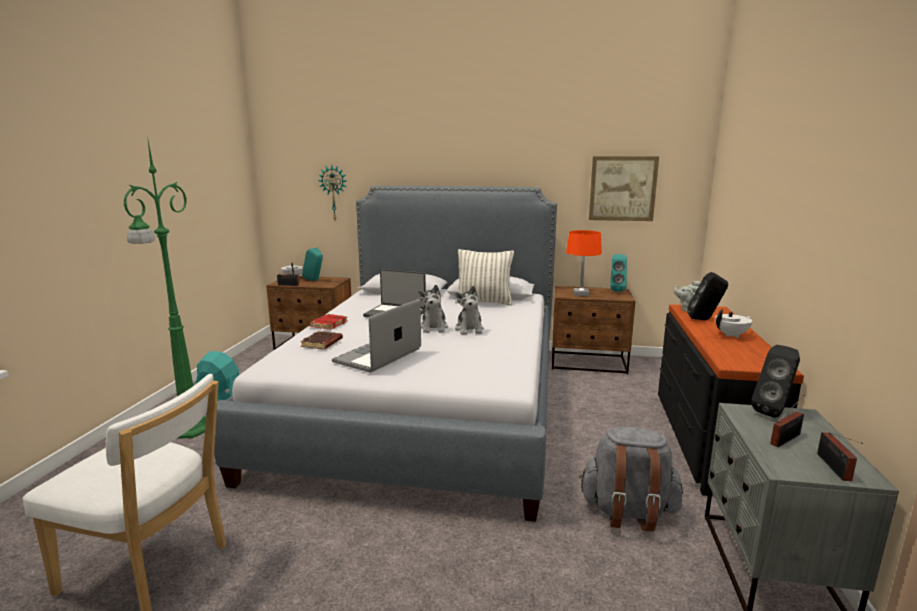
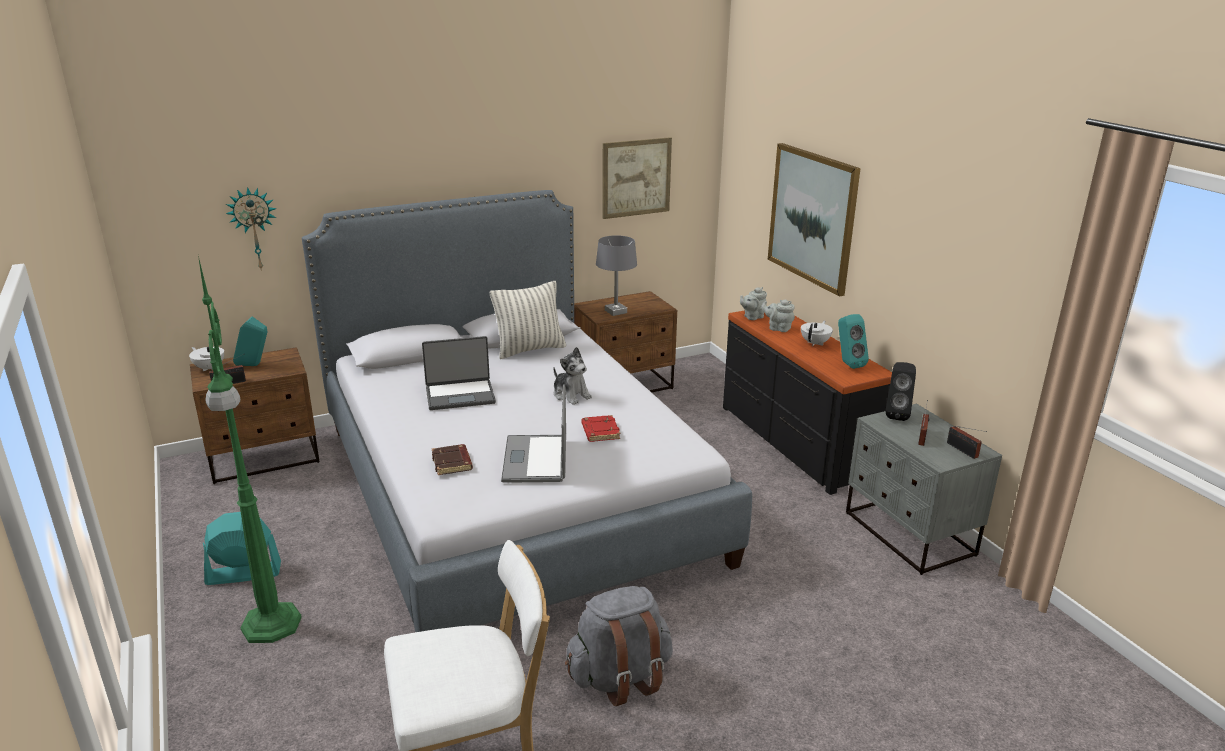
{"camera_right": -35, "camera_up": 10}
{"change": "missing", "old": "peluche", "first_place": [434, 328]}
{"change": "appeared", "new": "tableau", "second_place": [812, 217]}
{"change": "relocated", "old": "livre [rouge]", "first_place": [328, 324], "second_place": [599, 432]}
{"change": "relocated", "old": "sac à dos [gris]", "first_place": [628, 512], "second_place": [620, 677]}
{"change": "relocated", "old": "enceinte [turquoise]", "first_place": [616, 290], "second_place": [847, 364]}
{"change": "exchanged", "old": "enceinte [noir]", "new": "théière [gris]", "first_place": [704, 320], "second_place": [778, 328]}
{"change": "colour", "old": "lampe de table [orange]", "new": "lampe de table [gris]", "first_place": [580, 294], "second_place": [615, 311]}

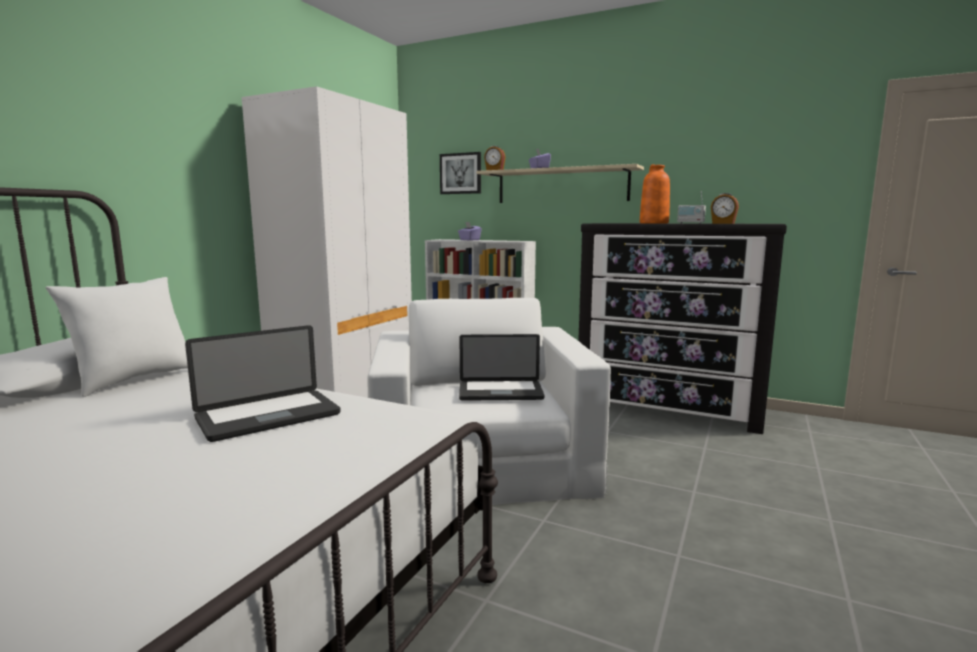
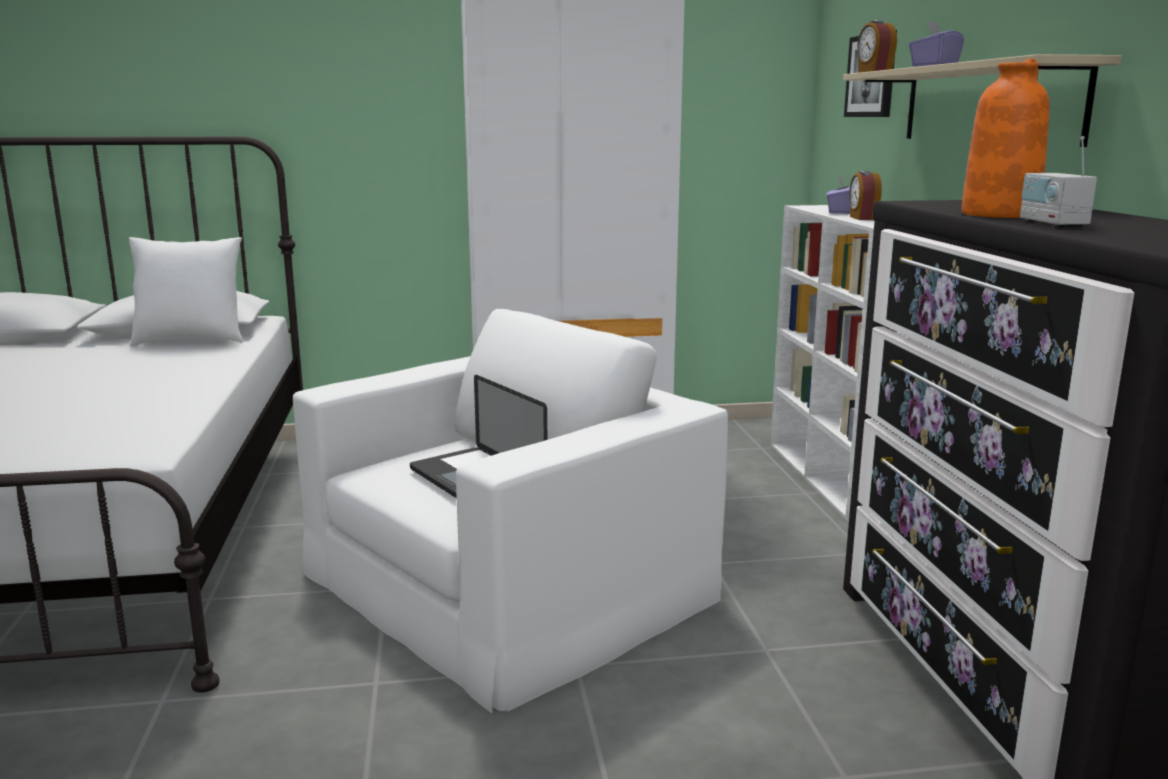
{"camera_right": 55, "camera_up": 5}
{"change": "missing", "old": "ordinateur portable", "first_place": [268, 416]}
{"change": "relocated", "old": "réveil", "first_place": [723, 223], "second_place": [862, 218]}

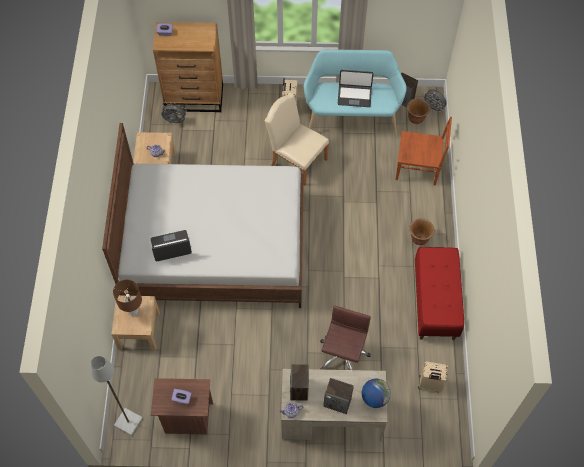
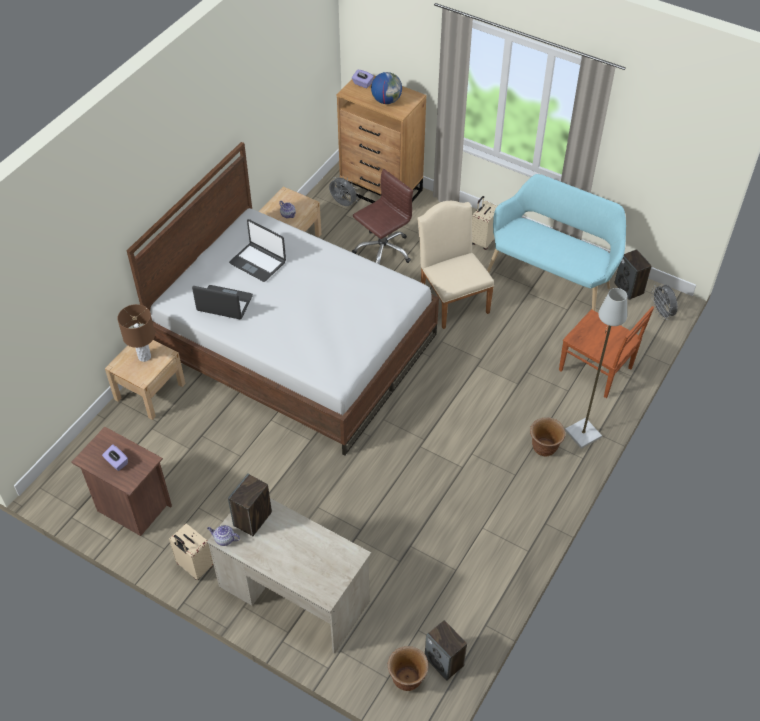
{"camera_right": 30, "camera_up": -10}
{"change": "missing", "old": "banc [rouge]", "first_place": [435, 302]}
{"change": "relocated", "old": "lampadaire [gris]", "first_place": [128, 422], "second_place": [582, 434]}
{"change": "relocated", "old": "chaise de bureau [marron]", "first_place": [342, 355], "second_place": [382, 251]}
{"change": "relocated", "old": "enceinte", "first_place": [337, 402], "second_place": [444, 661]}
{"change": "relocated", "old": "ordinateur portable", "first_place": [354, 96], "second_place": [258, 262]}
{"change": "relocated", "old": "globe", "first_place": [374, 397], "second_place": [386, 100]}
{"change": "relocated", "old": "cache-pot [marron]", "first_place": [416, 118], "second_place": [407, 678]}
{"change": "relocated", "old": "valise [beige]", "first_place": [430, 384], "second_place": [194, 566]}

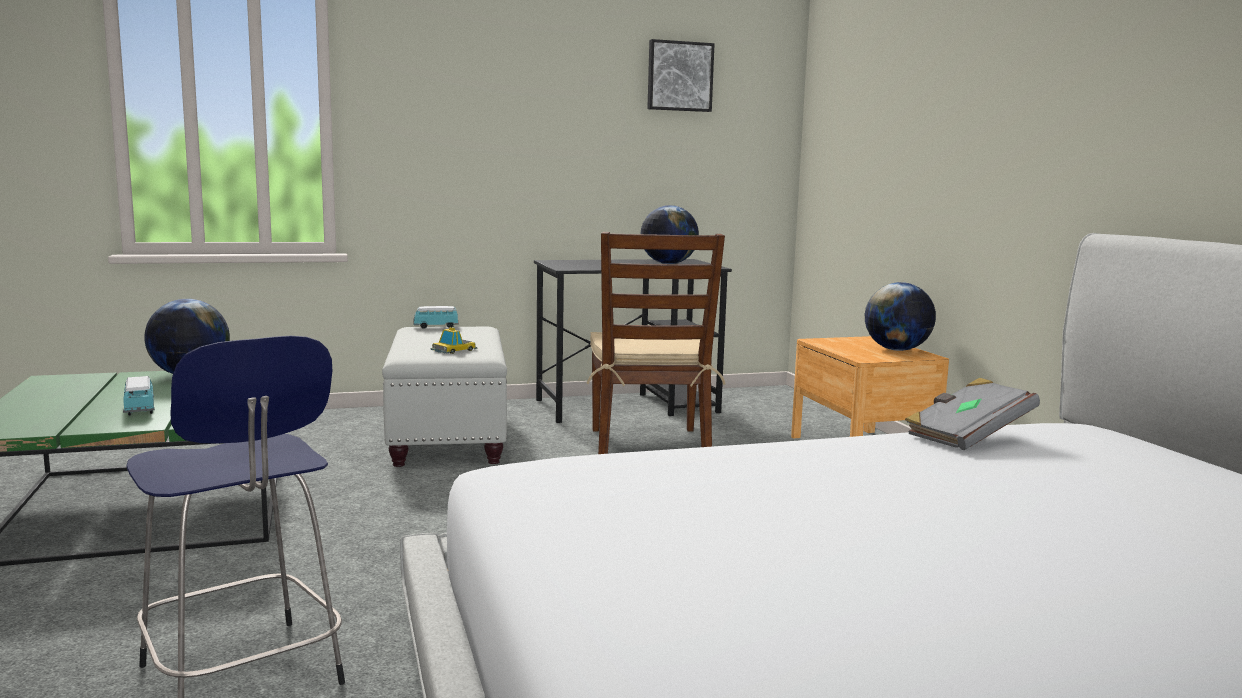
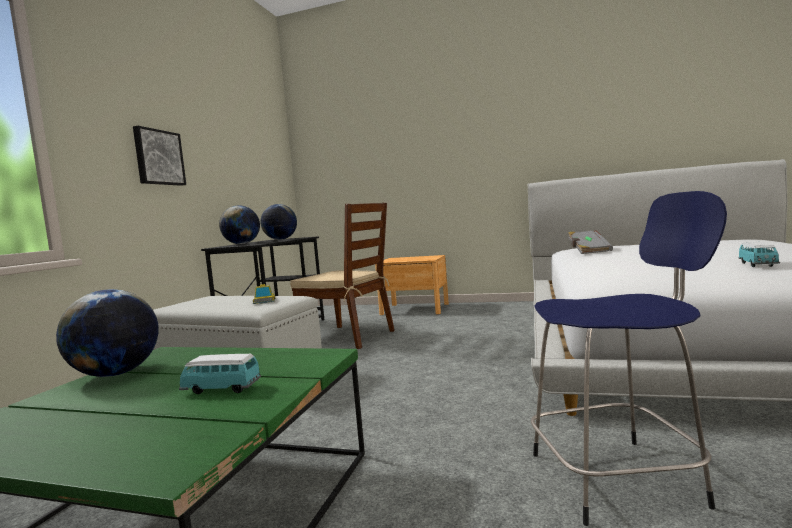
{"camera_right": -55, "camera_up": -5}
{"change": "relocated", "old": "petite voiture", "first_place": [435, 327], "second_place": [758, 265]}
{"change": "relocated", "old": "tableau", "first_place": [679, 76], "second_place": [158, 157]}
{"change": "relocated", "old": "globe", "first_place": [897, 350], "second_place": [242, 244]}

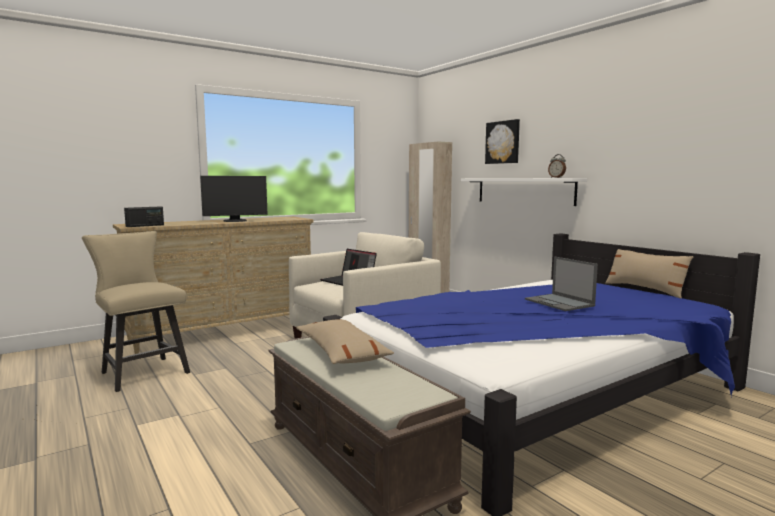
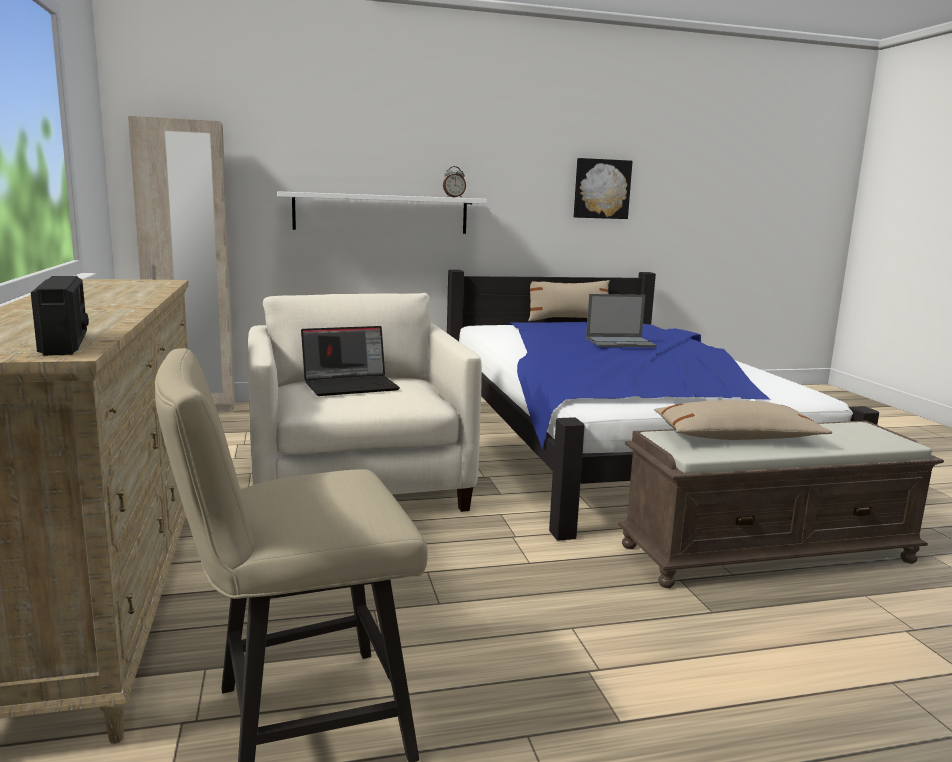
{"camera_right": -70, "camera_up": 5}
{"change": "missing", "old": "écran d'ordinateur", "first_place": [235, 221]}
{"change": "relocated", "old": "tableau", "first_place": [503, 142], "second_place": [601, 189]}

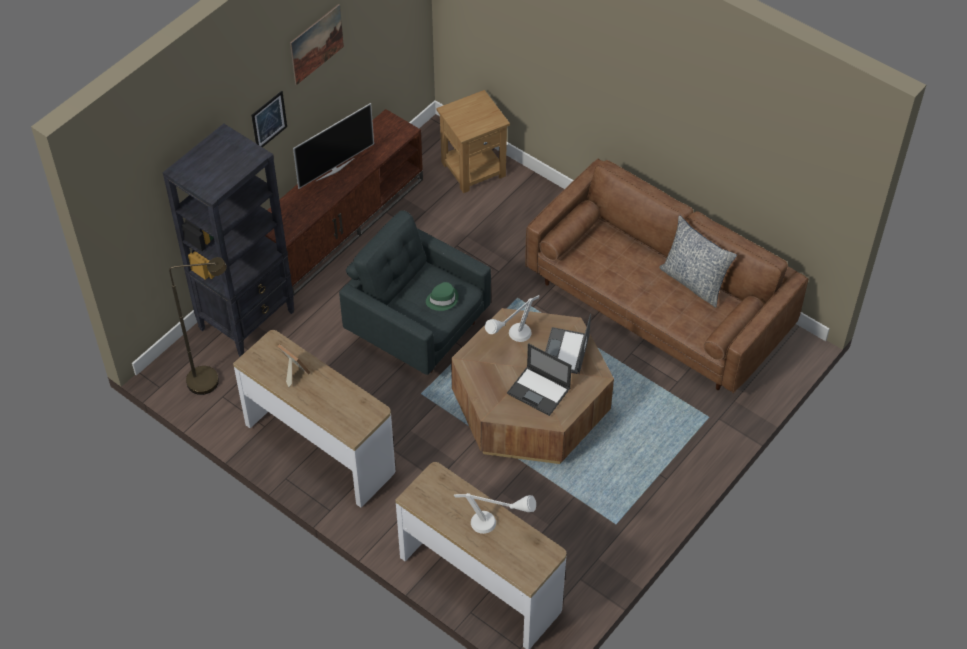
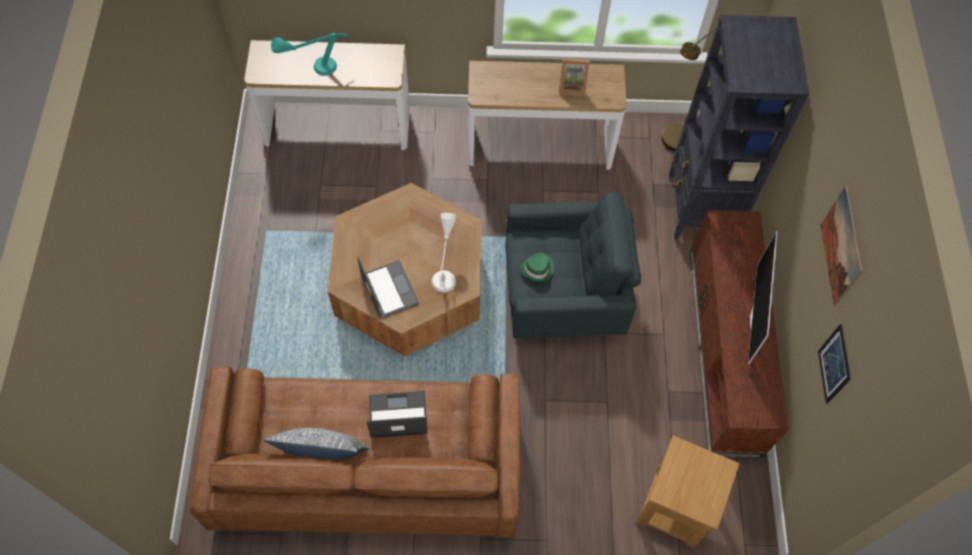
{"camera_right": 140, "camera_up": 10}
{"change": "relocated", "old": "tableau", "first_place": [269, 120], "second_place": [834, 364]}
{"change": "relocated", "old": "ordinateur portable", "first_place": [539, 391], "second_place": [397, 415]}
{"change": "colour", "old": "lampe de table [blanc]", "new": "lampe de table [turquoise]", "first_place": [496, 525], "second_place": [313, 69]}

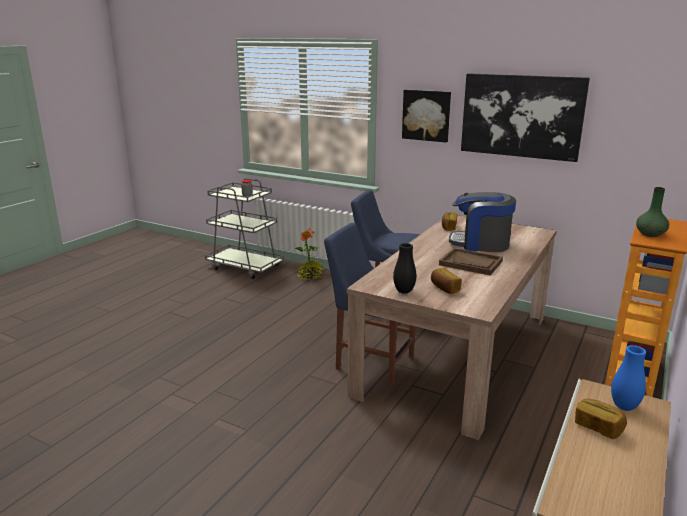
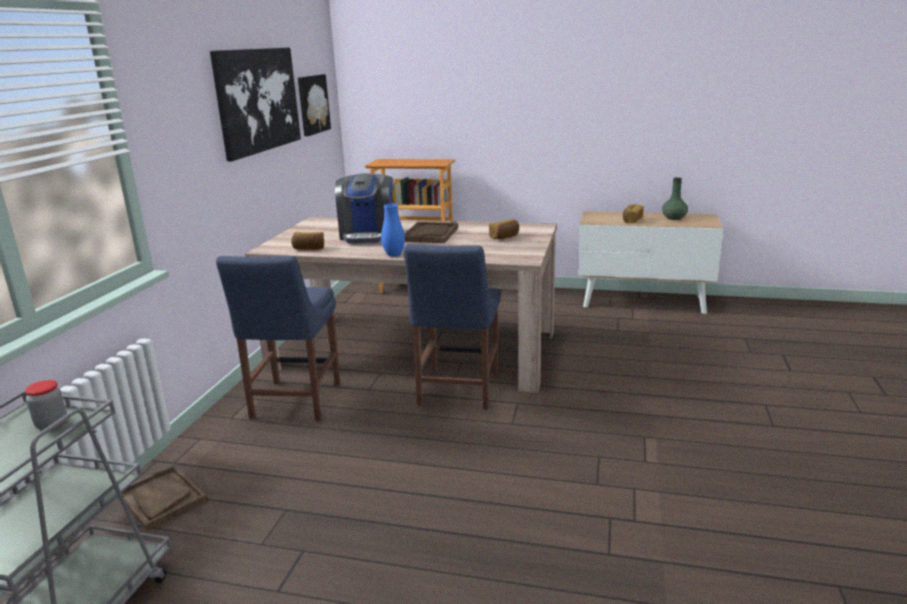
{"camera_right": -105, "camera_up": 0}
{"change": "missing", "old": "vase [noir]", "first_place": [404, 291]}
{"change": "relocated", "old": "tableau", "first_place": [426, 115], "second_place": [312, 104]}
{"change": "relocated", "old": "vase [bleu]", "first_place": [624, 407], "second_place": [394, 255]}
{"change": "relocated", "old": "vase [vert]", "first_place": [650, 234], "second_place": [673, 218]}
{"change": "exchanged", "old": "plante en pot", "new": "plateau [marron]", "first_place": [310, 276], "second_place": [161, 499]}

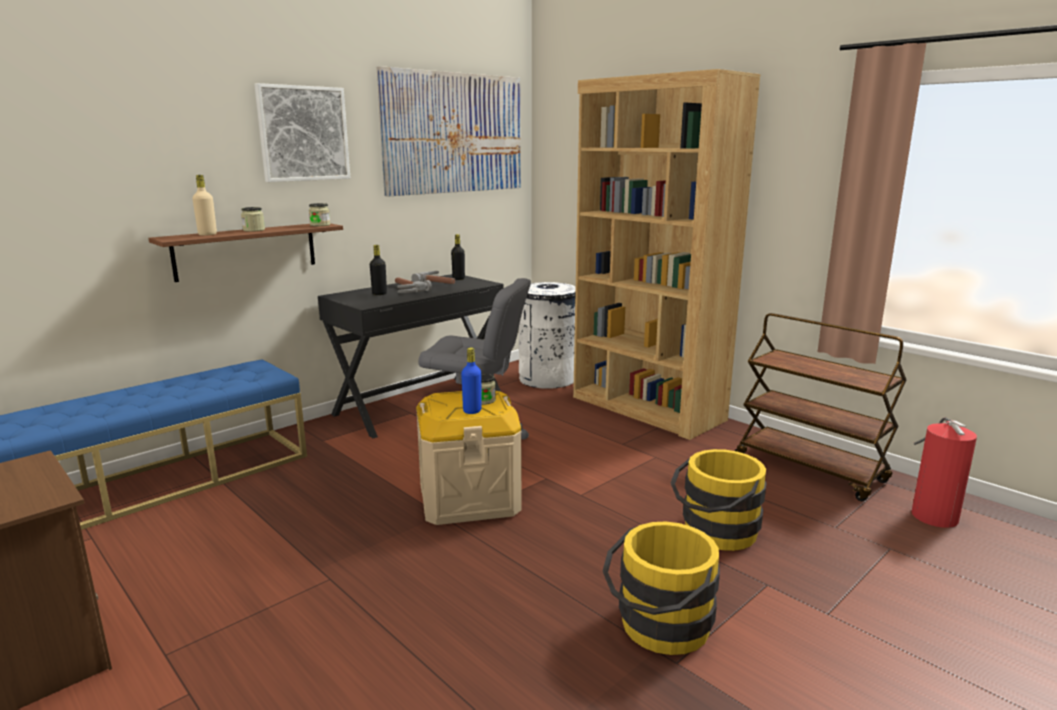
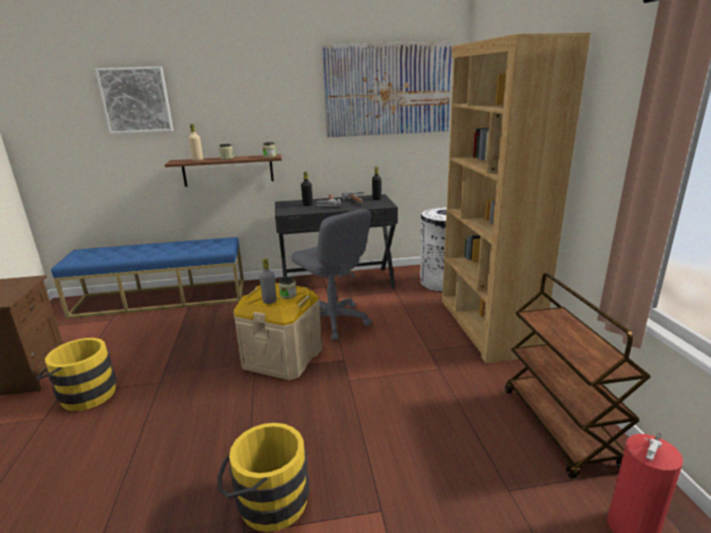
{"camera_right": 35, "camera_up": 5}
{"change": "relocated", "old": "tableau", "first_place": [303, 134], "second_place": [136, 100]}
{"change": "relocated", "old": "seau [jaune]", "first_place": [714, 533], "second_place": [84, 394]}
{"change": "colour", "old": "bouteille [bleu]", "new": "bouteille [gris]", "first_place": [472, 411], "second_place": [269, 301]}

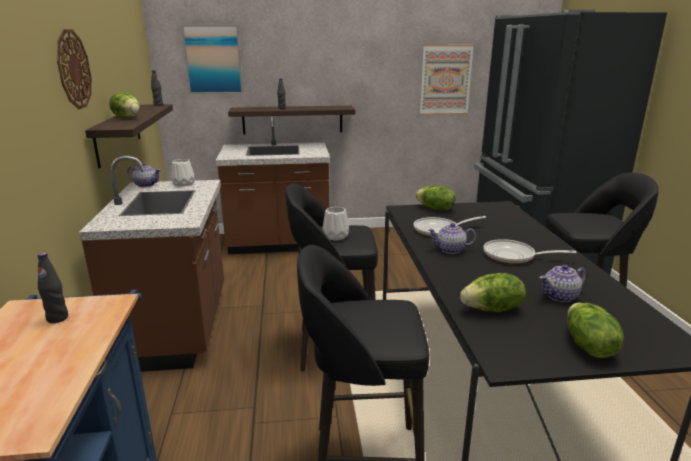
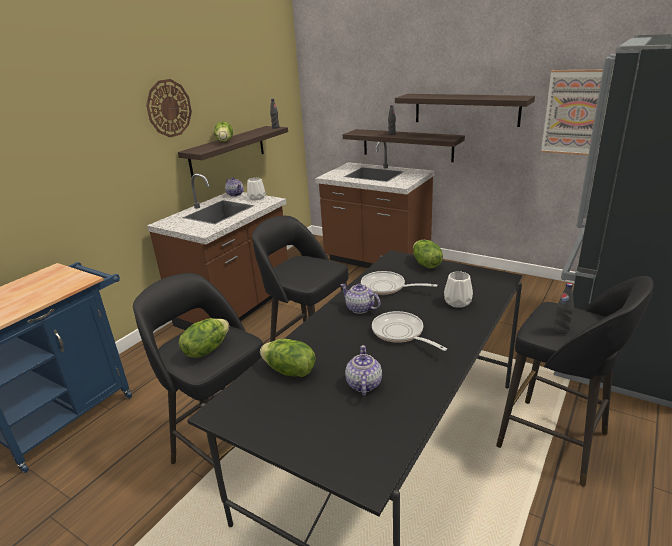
{"camera_right": 40, "camera_up": 5}
{"change": "missing", "old": "tableau", "first_place": [213, 59]}
{"change": "appeared", "new": "étagère", "second_place": [466, 109]}
{"change": "relocated", "old": "bouteille [noir]", "first_place": [57, 318], "second_place": [561, 330]}
{"change": "relocated", "old": "vase [blanc]", "first_place": [335, 236], "second_place": [457, 302]}
{"change": "relocated", "old": "laitue", "first_place": [587, 346], "second_place": [206, 349]}
{"change": "spun", "old": "théière", "first_place": [560, 296], "second_place": [363, 384], "degrees": 75}

